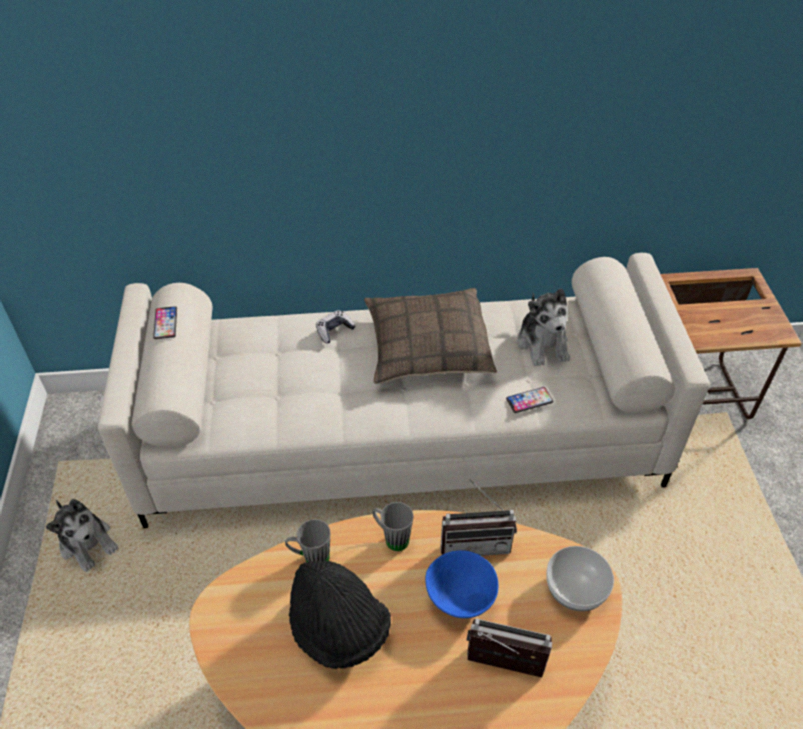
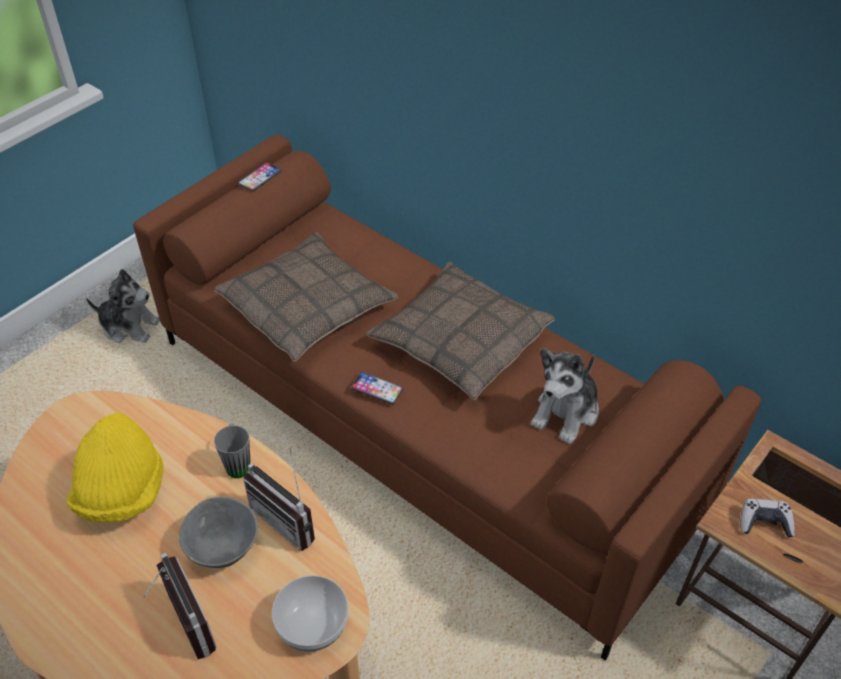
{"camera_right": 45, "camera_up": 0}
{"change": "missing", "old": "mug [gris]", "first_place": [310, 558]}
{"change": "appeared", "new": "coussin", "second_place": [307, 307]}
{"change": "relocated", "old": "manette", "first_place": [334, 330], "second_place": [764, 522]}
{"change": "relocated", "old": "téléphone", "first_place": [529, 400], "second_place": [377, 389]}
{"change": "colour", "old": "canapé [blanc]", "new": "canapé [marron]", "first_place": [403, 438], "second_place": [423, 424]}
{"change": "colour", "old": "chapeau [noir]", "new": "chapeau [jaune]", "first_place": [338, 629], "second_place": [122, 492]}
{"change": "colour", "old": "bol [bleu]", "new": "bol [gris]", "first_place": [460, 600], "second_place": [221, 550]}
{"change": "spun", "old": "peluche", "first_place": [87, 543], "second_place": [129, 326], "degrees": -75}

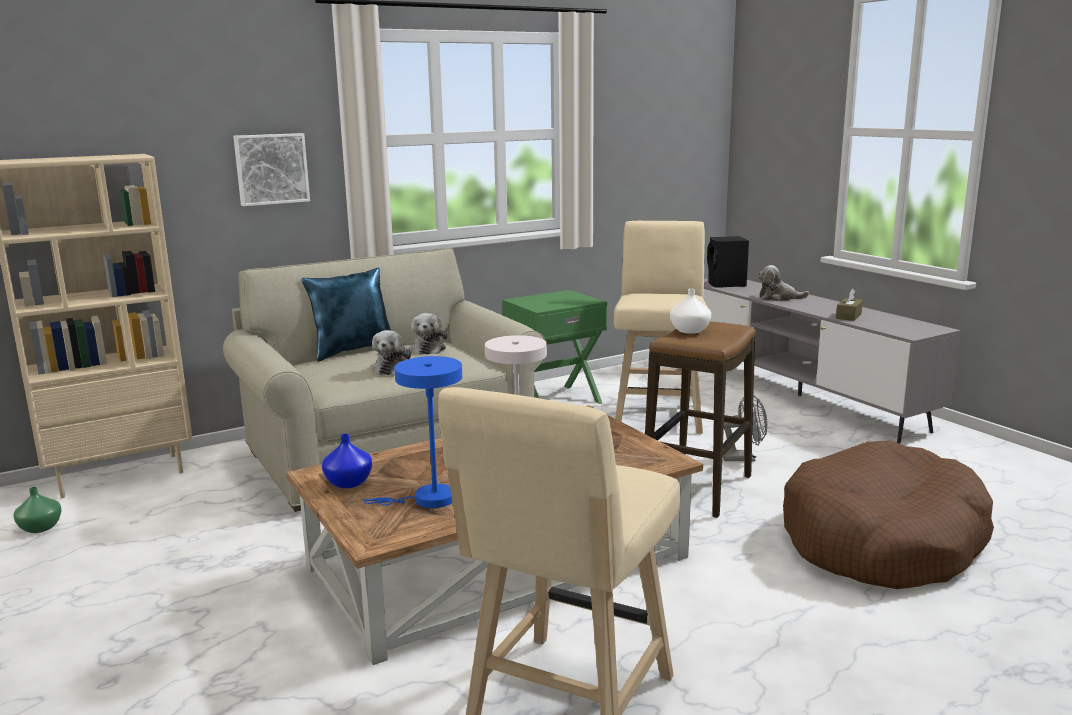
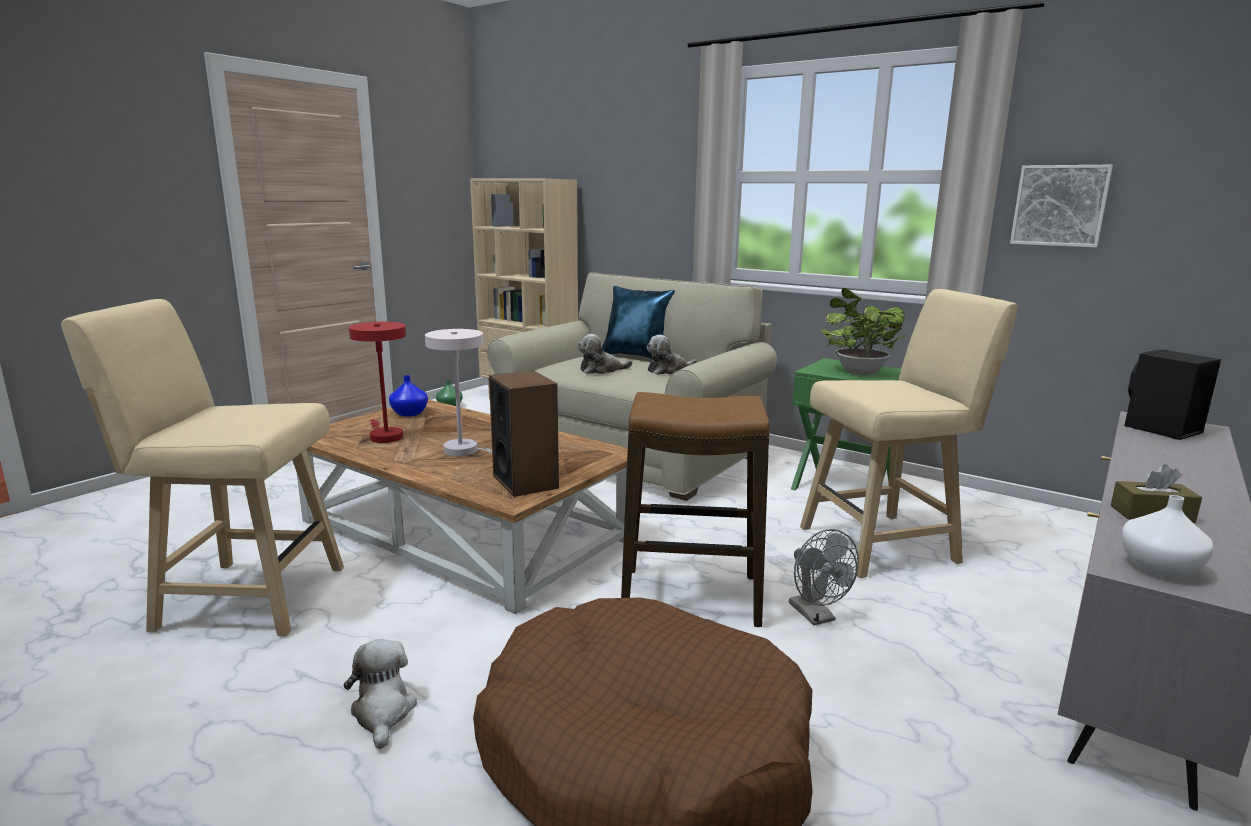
{"camera_right": 65, "camera_up": 0}
{"change": "appeared", "new": "enceinte", "second_place": [525, 482]}
{"change": "appeared", "new": "plante en pot", "second_place": [857, 372]}
{"change": "relocated", "old": "tableau", "first_place": [271, 169], "second_place": [1059, 205]}
{"change": "relocated", "old": "vase [blanc]", "first_place": [690, 331], "second_place": [1158, 568]}
{"change": "relocated", "old": "peluche", "first_place": [778, 298], "second_place": [383, 712]}
{"change": "colour", "old": "lampe de table [bleu]", "new": "lampe de table [rouge]", "first_place": [427, 500], "second_place": [384, 436]}

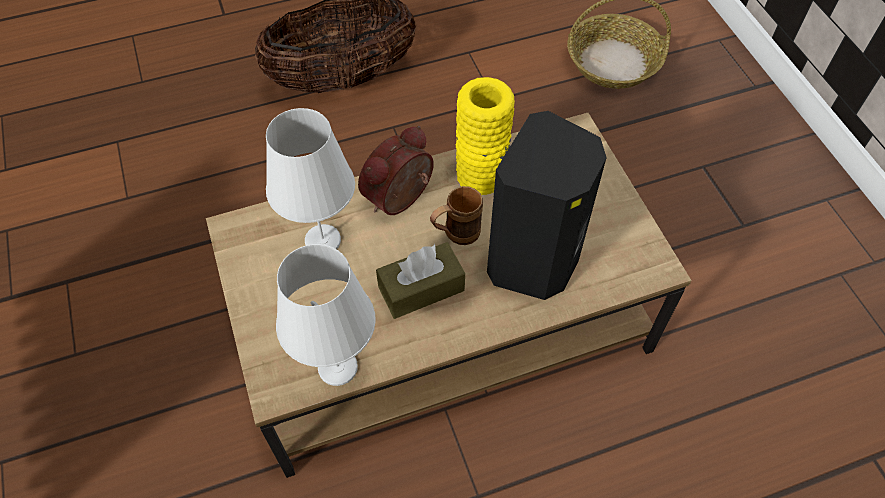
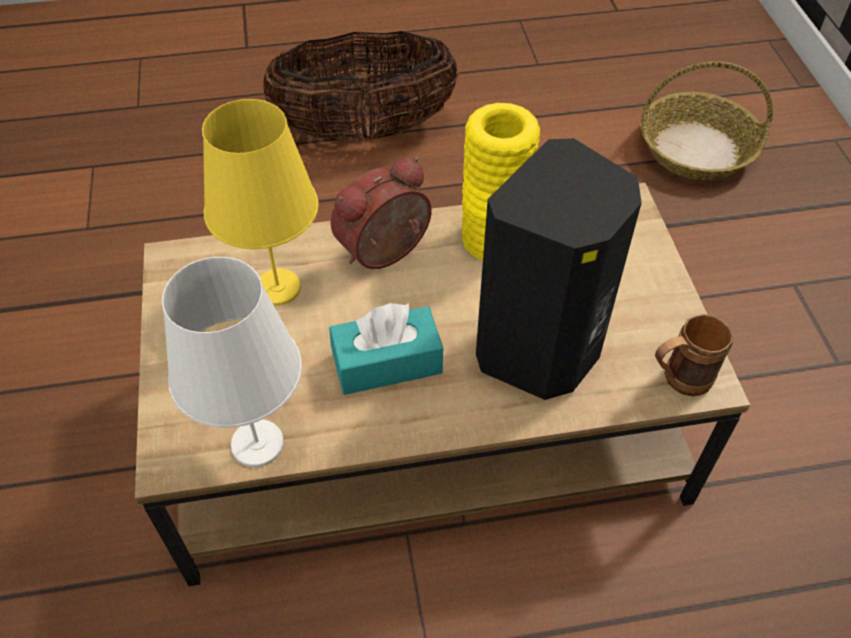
{"camera_right": 10, "camera_up": -5}
{"change": "relocated", "old": "mug [marron]", "first_place": [455, 235], "second_place": [677, 381]}
{"change": "colour", "old": "lampe de table [blanc]", "new": "lampe de table [jaune]", "first_place": [323, 240], "second_place": [278, 288]}
{"change": "colour", "old": "boîte à mouchoirs [marron]", "new": "boîte à mouchoirs [turquoise]", "first_place": [421, 288], "second_place": [387, 363]}

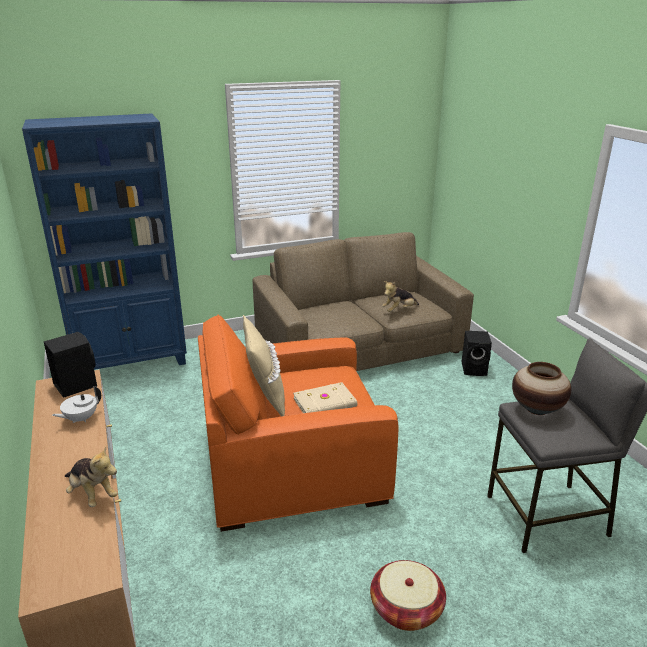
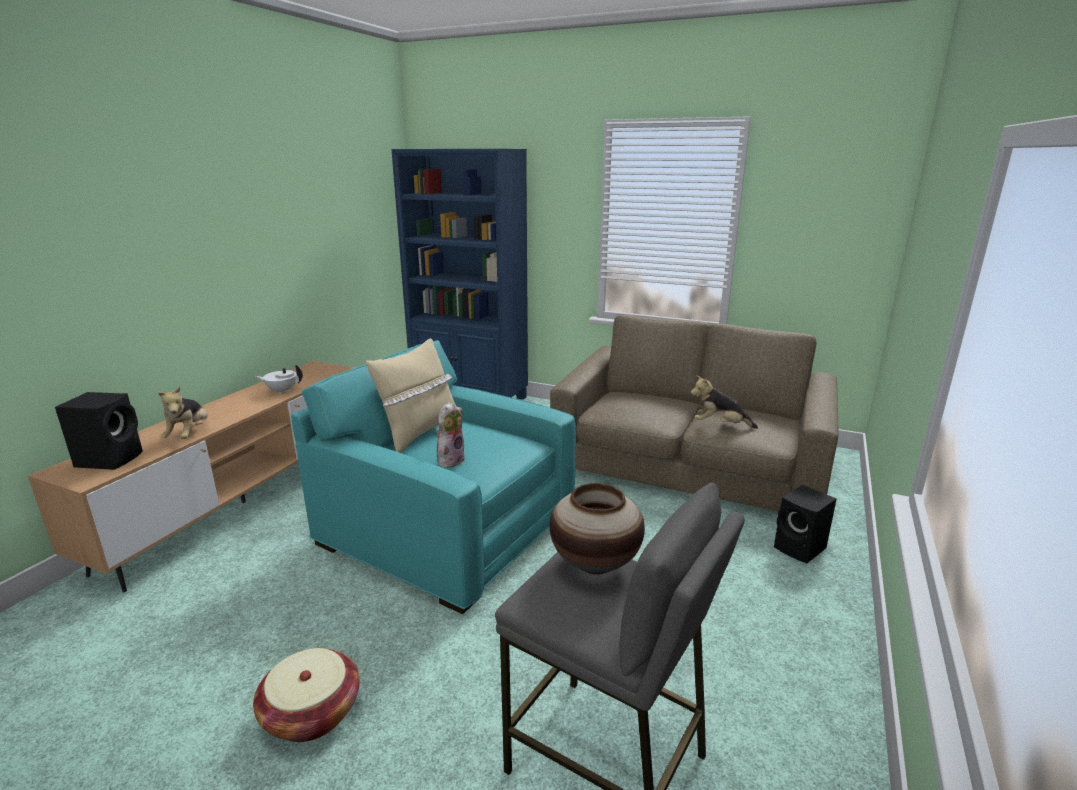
{"camera_right": 45, "camera_up": -5}
{"change": "relocated", "old": "enceinte [noir]", "first_place": [75, 385], "second_place": [111, 459]}
{"change": "exchanged", "old": "livre [beige]", "new": "peluche", "first_place": [325, 403], "second_place": [450, 460]}
{"change": "colour", "old": "fauteuil [orange]", "new": "fauteuil [turquoise]", "first_place": [291, 464], "second_place": [446, 528]}

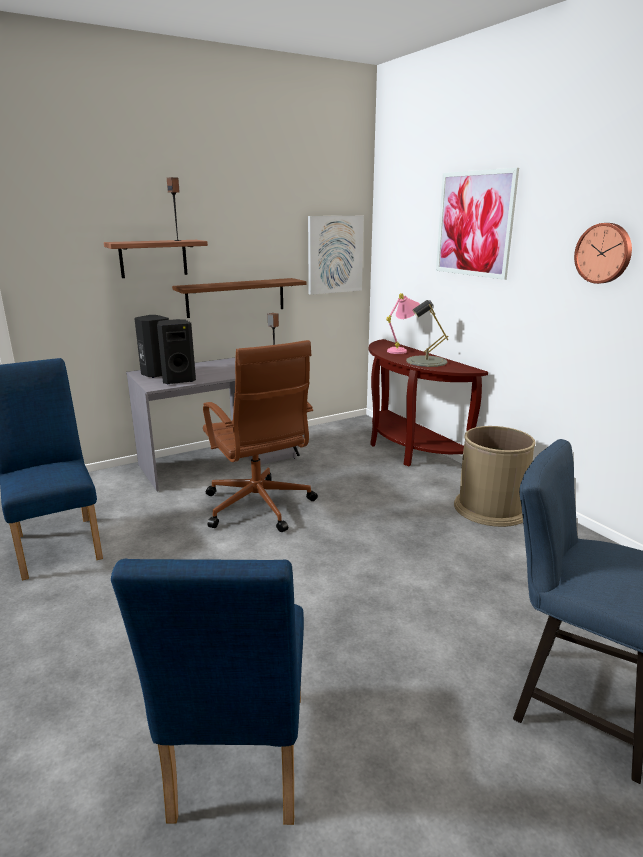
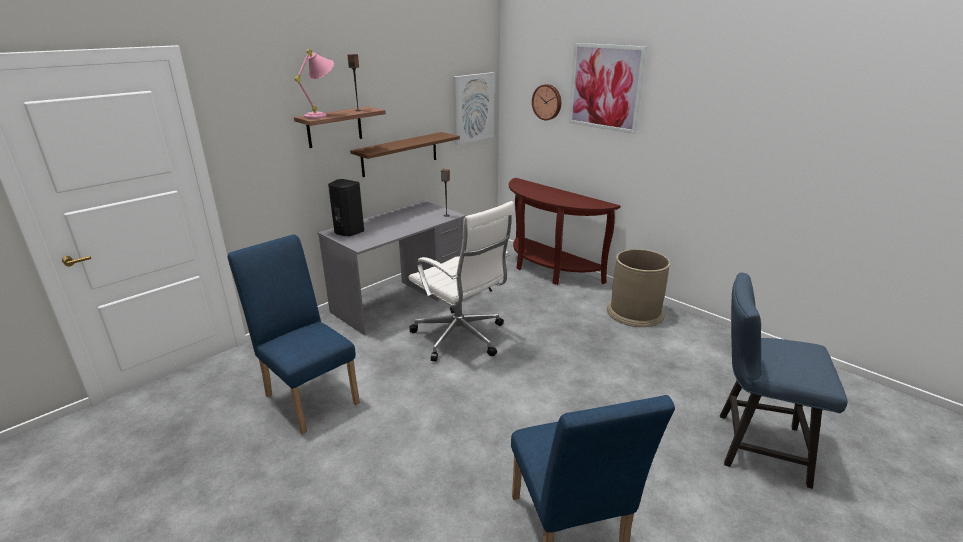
{"camera_right": -15, "camera_up": 5}
{"change": "missing", "old": "enceinte [noir]", "first_place": [178, 380]}
{"change": "missing", "old": "lampe de table [gris]", "first_place": [426, 361]}
{"change": "relocated", "old": "lampe de table [rose]", "first_place": [402, 350], "second_place": [322, 115]}
{"change": "relocated", "old": "horloge murale", "first_place": [604, 253], "second_place": [547, 102]}
{"change": "colour", "old": "chaise de bureau [marron]", "new": "chaise de bureau [blanc]", "first_place": [259, 507], "second_place": [461, 337]}

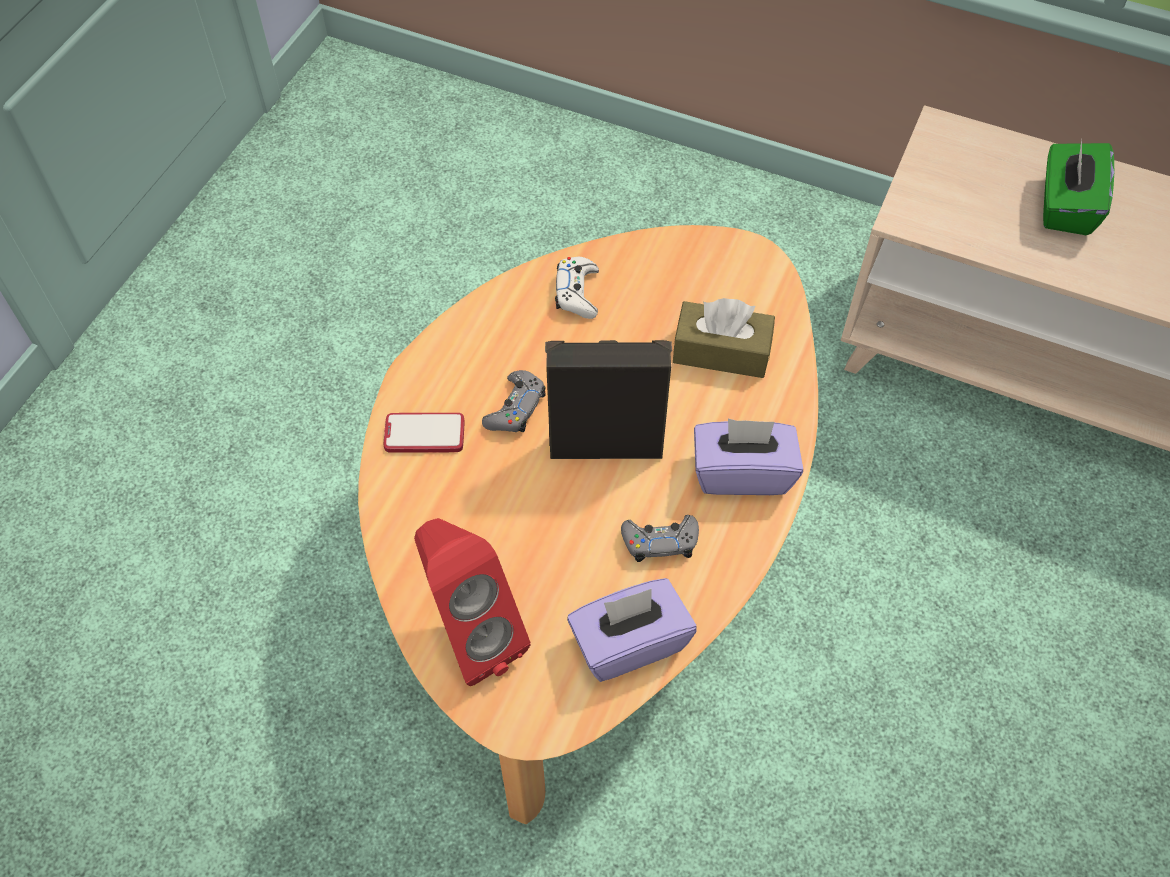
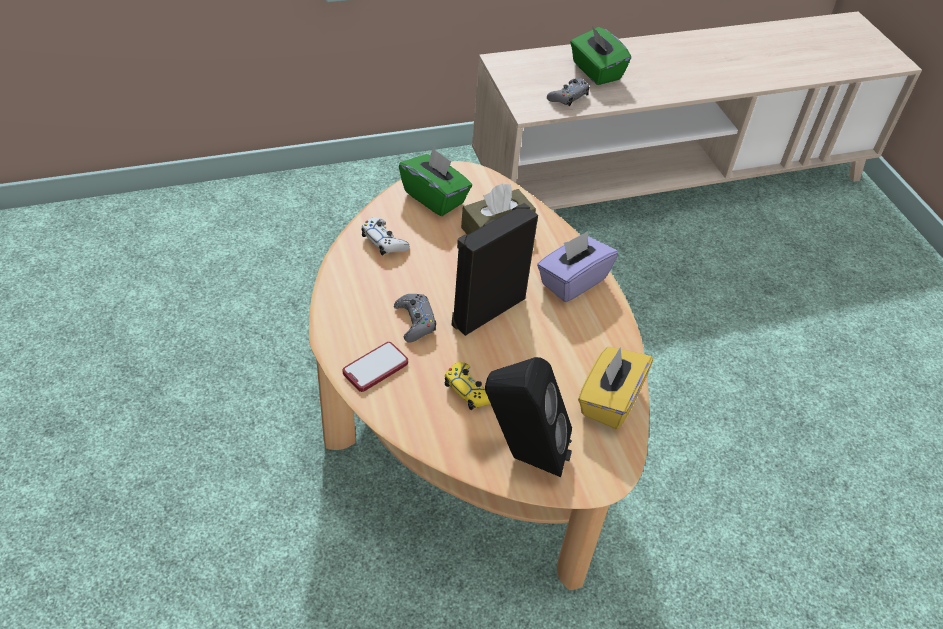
{"camera_right": -45, "camera_up": -10}
{"change": "appeared", "new": "boîte à mouchoirs [vert]", "second_place": [434, 197]}
{"change": "appeared", "new": "manette [jaune]", "second_place": [470, 391]}
{"change": "relocated", "old": "manette [gris]", "first_place": [660, 541], "second_place": [568, 97]}
{"change": "colour", "old": "enceinte [rouge]", "new": "enceinte [noir]", "first_place": [471, 634], "second_place": [522, 455]}
{"change": "colour", "old": "boîte à mouchoirs [violet]", "new": "boîte à mouchoirs [jaune]", "first_place": [629, 643], "second_place": [609, 400]}

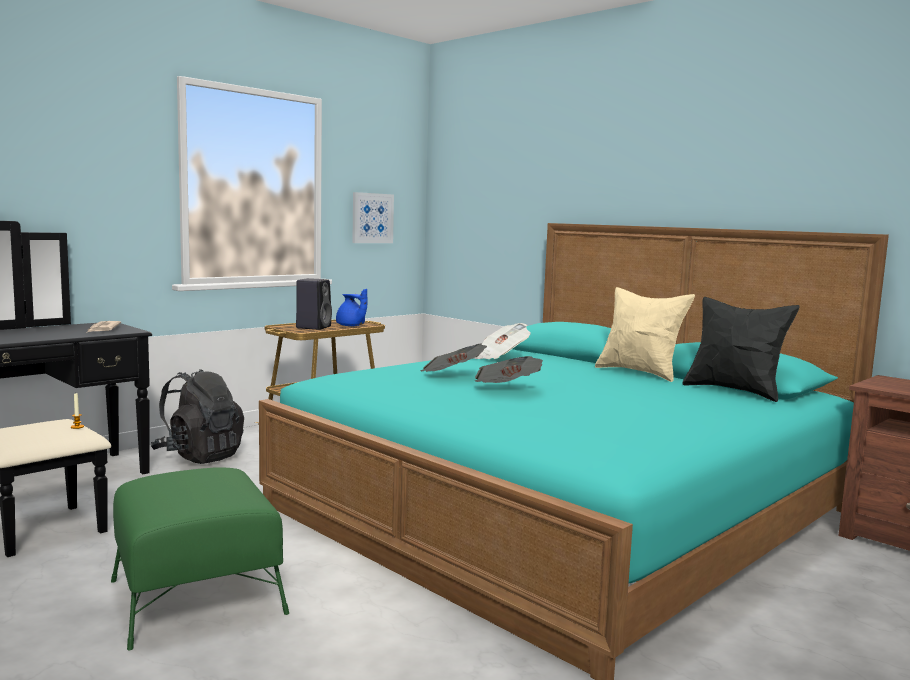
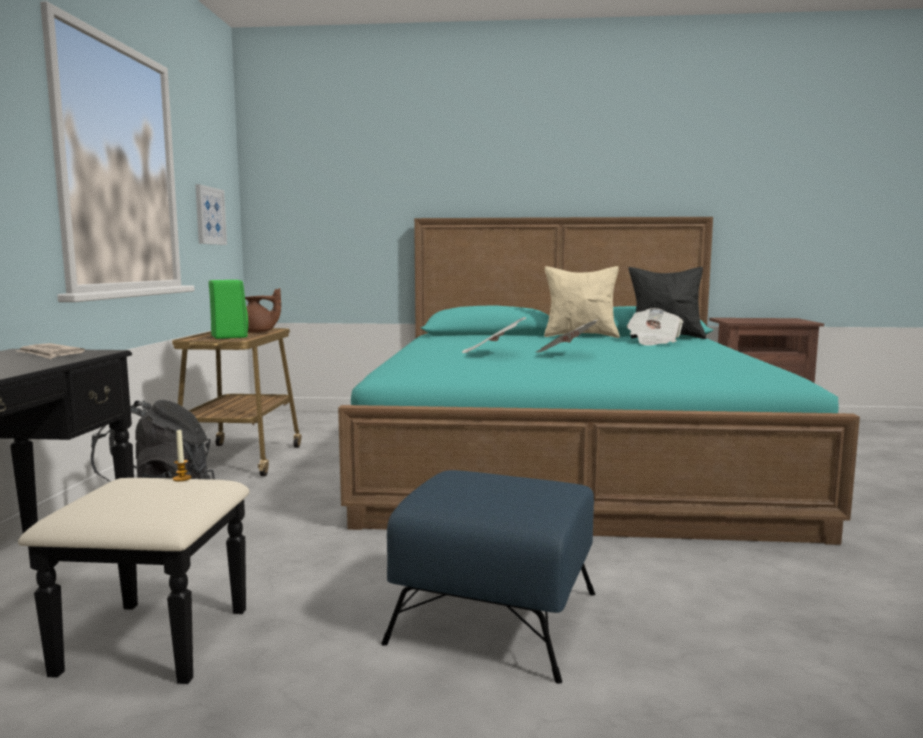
{"camera_right": -40, "camera_up": 0}
{"change": "relocated", "old": "journal", "first_place": [499, 357], "second_place": [653, 342]}
{"change": "colour", "old": "pouf [vert]", "new": "pouf [bleu]", "first_place": [197, 596], "second_place": [494, 616]}
{"change": "colour", "old": "enceinte [noir]", "new": "enceinte [vert]", "first_place": [313, 327], "second_place": [228, 336]}
{"change": "colour", "old": "théière [bleu]", "new": "théière [marron]", "first_place": [351, 326], "second_place": [259, 332]}

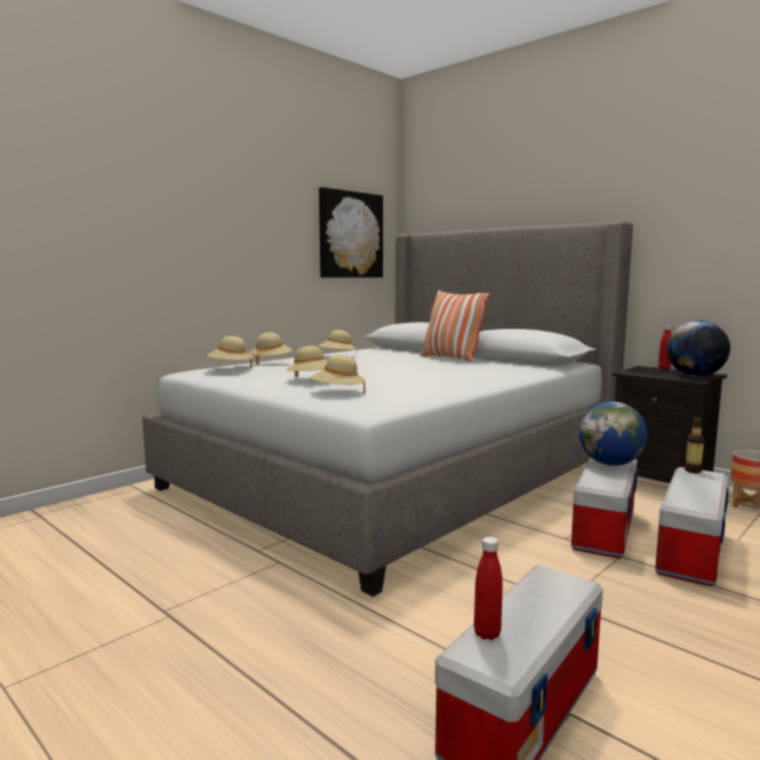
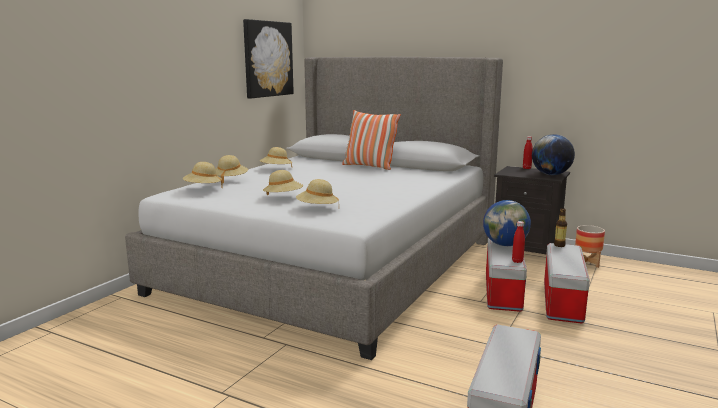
{"camera_right": -15, "camera_up": 5}
{"change": "relocated", "old": "bouteille [rouge]", "first_place": [487, 634], "second_place": [517, 261]}

